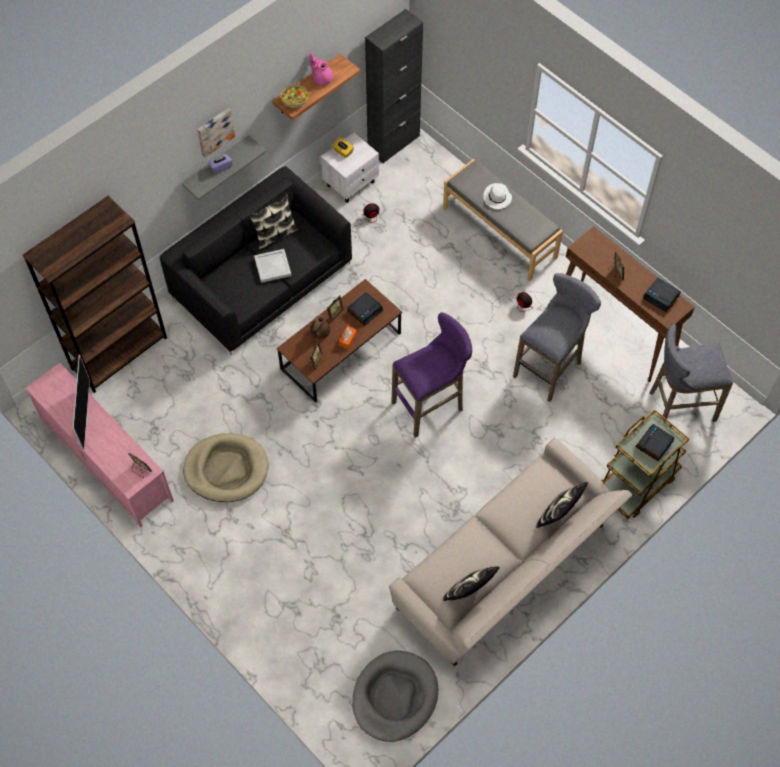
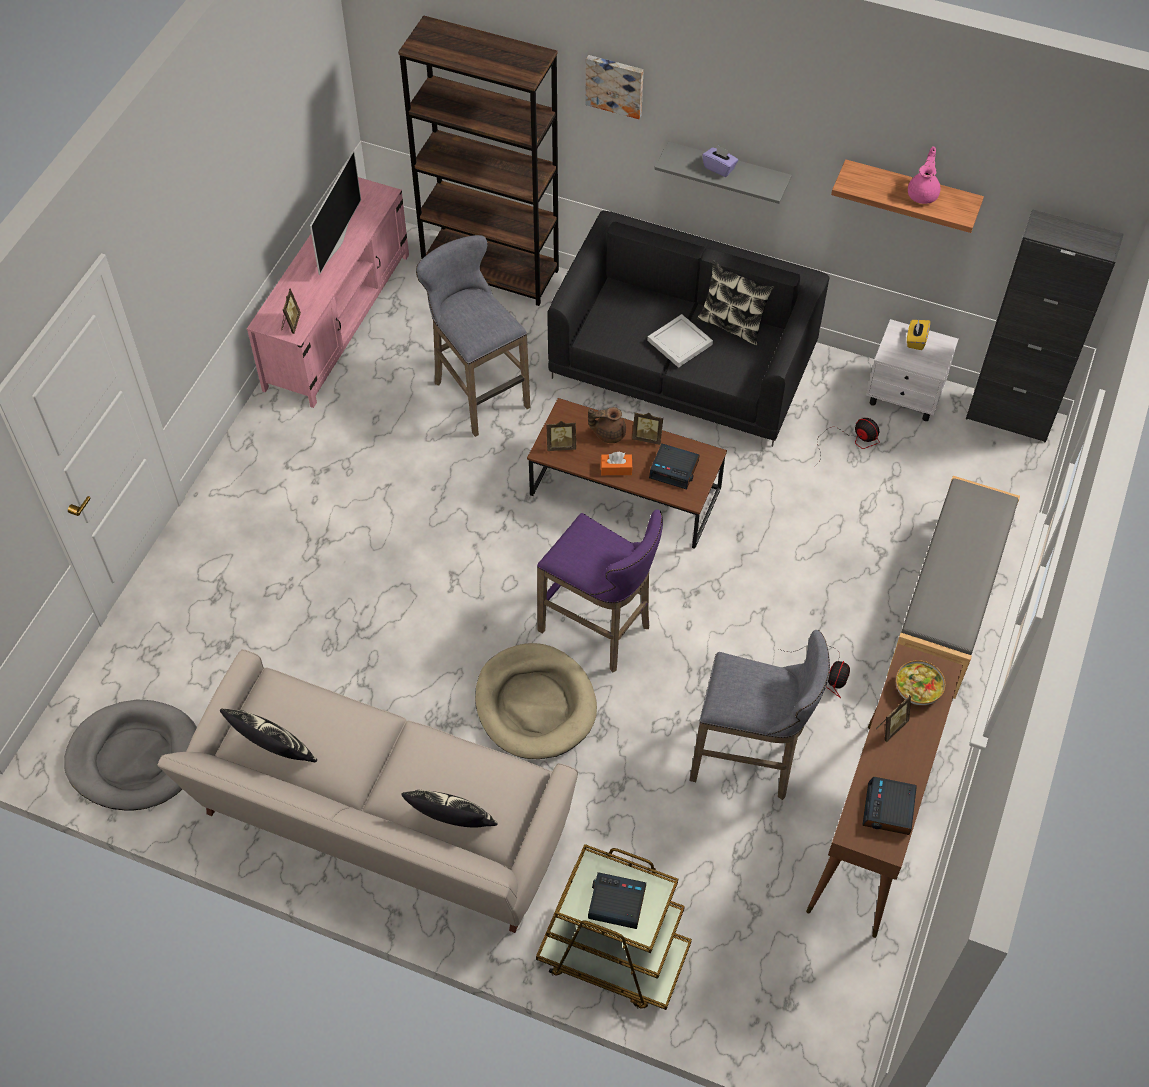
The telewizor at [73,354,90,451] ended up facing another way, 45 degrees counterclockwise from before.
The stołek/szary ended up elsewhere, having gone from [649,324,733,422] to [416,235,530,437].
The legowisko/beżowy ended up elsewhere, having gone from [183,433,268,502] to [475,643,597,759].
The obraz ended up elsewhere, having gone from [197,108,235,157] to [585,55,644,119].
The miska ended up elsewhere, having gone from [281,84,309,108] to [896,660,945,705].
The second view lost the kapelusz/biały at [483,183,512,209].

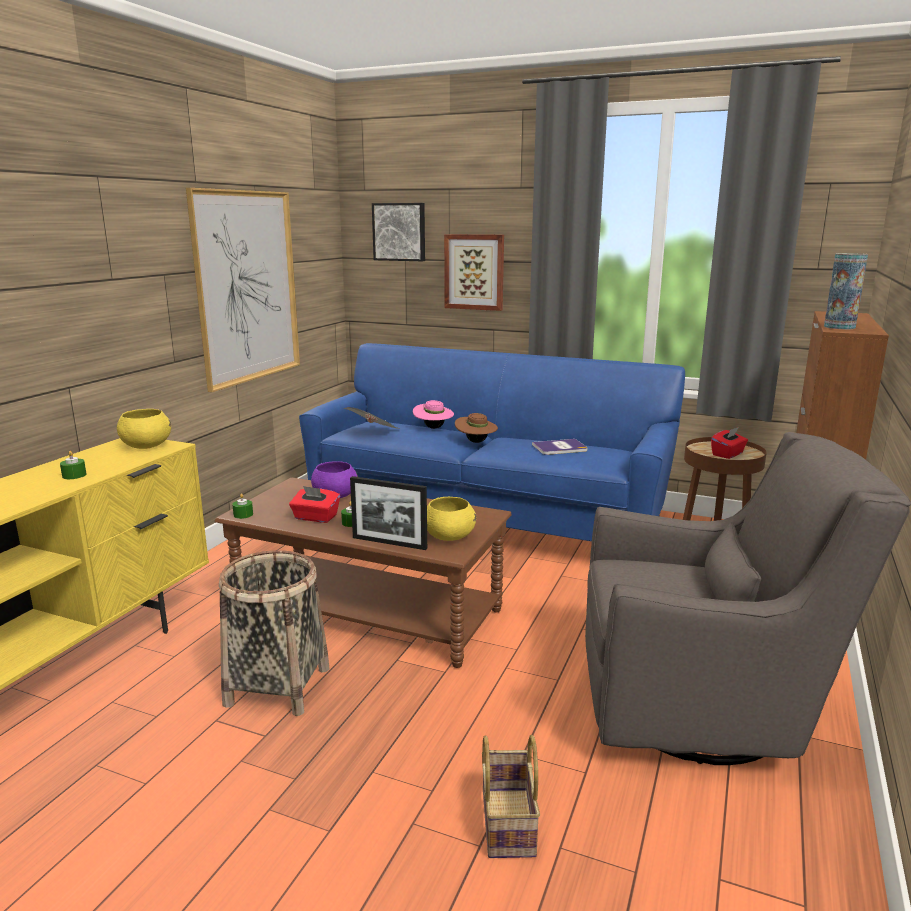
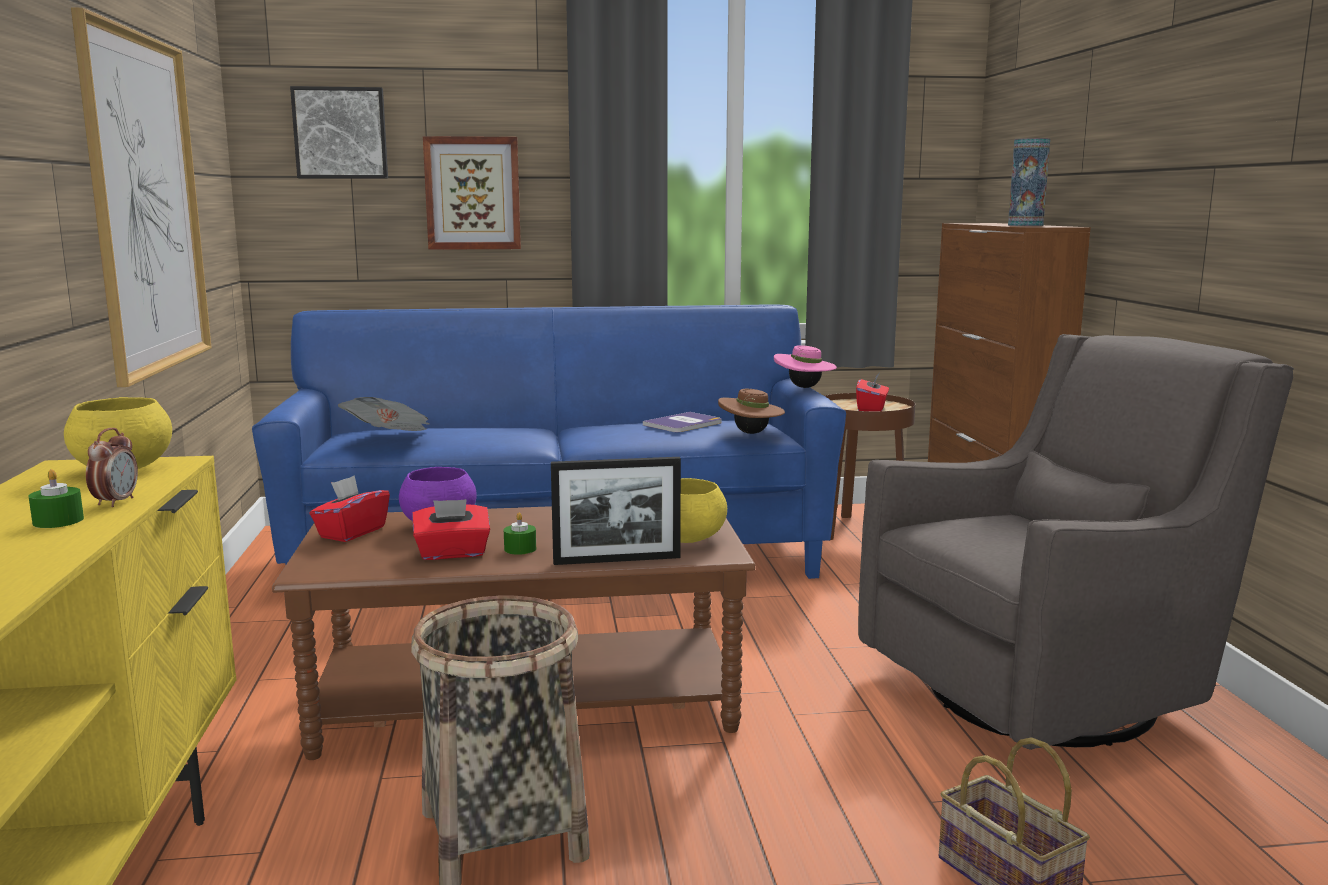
The second view gained the budzik at [86,428,138,507].
The second view gained the pudełko chusteczek/czerwony at [310,475,390,542].
The kapelusz/brązowy ended up elsewhere, having gone from [455,413,498,443] to [718,389,785,434].
The kapelusz/różowy ended up elsewhere, having gone from [413,400,454,429] to [774,345,837,388].
The second view lost the świeca/zielony at [232,494,253,519].

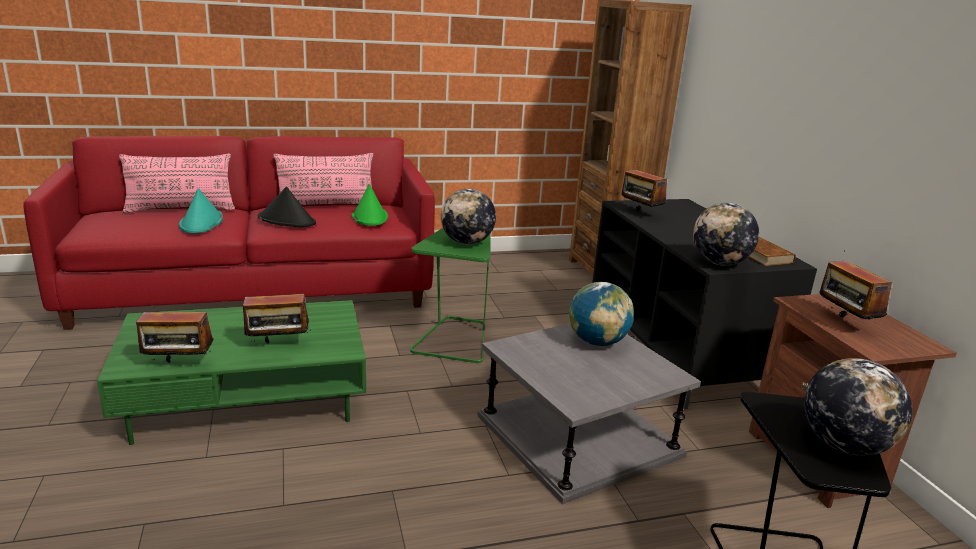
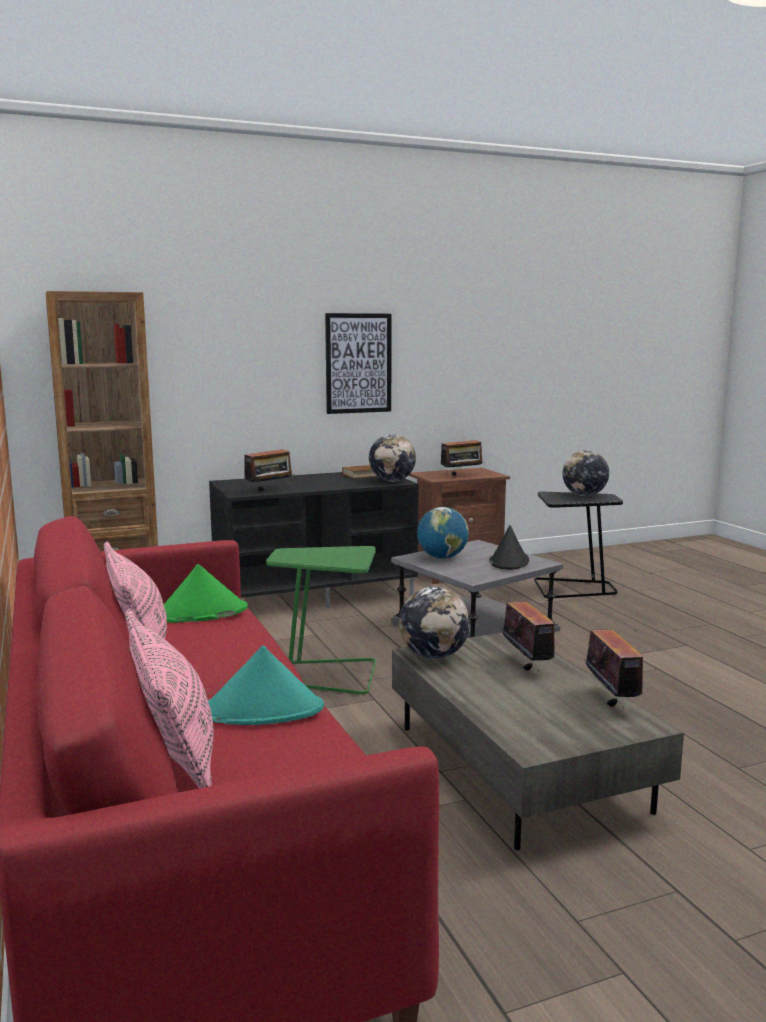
The second view gained the obraz at [325,313,392,414].
What was the ława/zielony at [97,300,366,445] turned into the ława/szary at [392,633,684,850].
The globus ended up elsewhere, having gone from [441,189,496,245] to [399,587,470,659].
The kapelusz/czarny ended up elsewhere, having gone from [258,187,316,227] to [489,525,529,570].

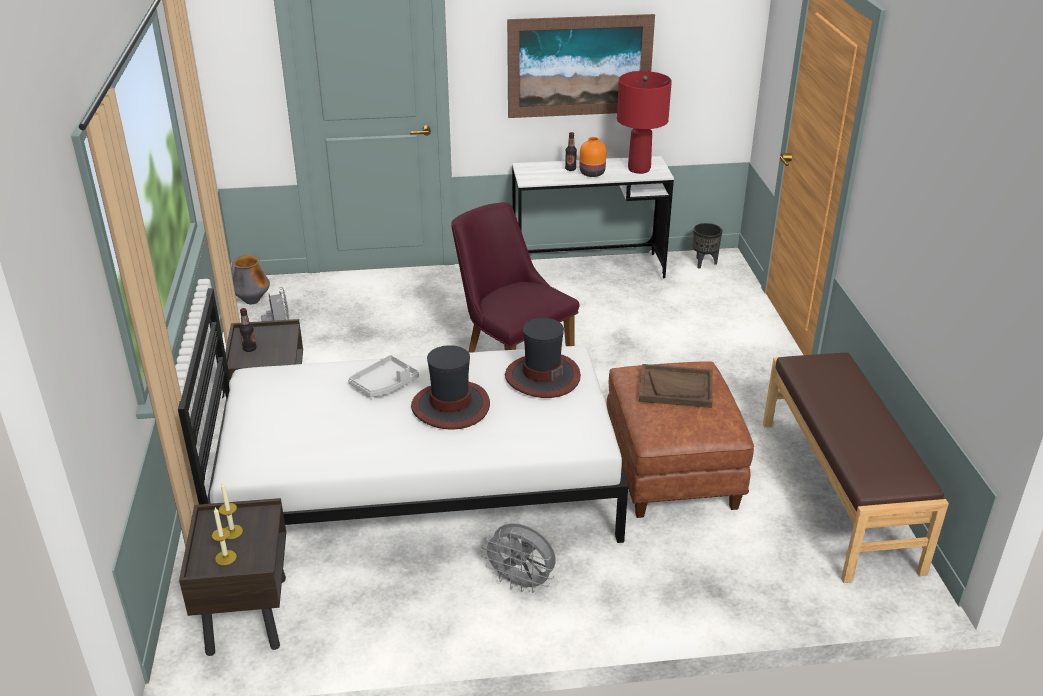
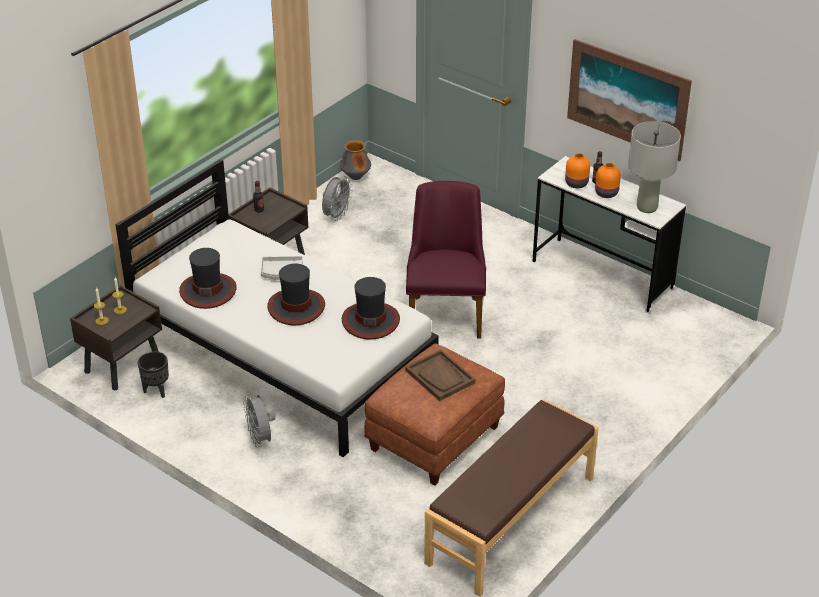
The donica/czarny ended up elsewhere, having gone from [693,223,722,269] to [137,351,169,398].
The second view gained the kapelusz at [179,248,237,309].
The second view gained the wazon/pomarańczowy at [565,153,590,188].
What was the lampa stołowa/czerwony at [617,71,672,174] turned into the lampa stołowa/szary at [628,121,681,213].

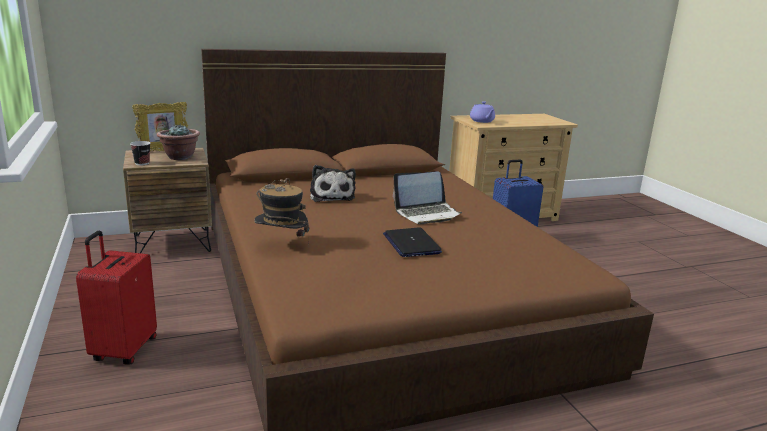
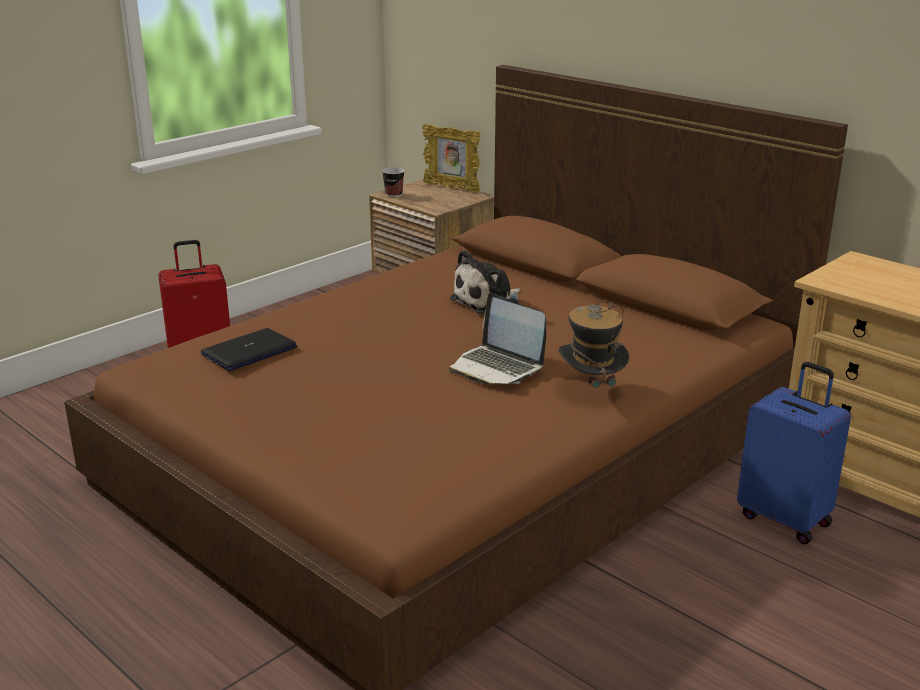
The laptop ended up elsewhere, having gone from [383,227,442,257] to [201,328,297,371].
The kapelusz ended up elsewhere, having gone from [254,178,309,245] to [559,302,629,406].
The second view lost the roślina doniczkowa at [156,123,200,160].
The second view lost the imbryk/fioletowy at [470,101,495,123].

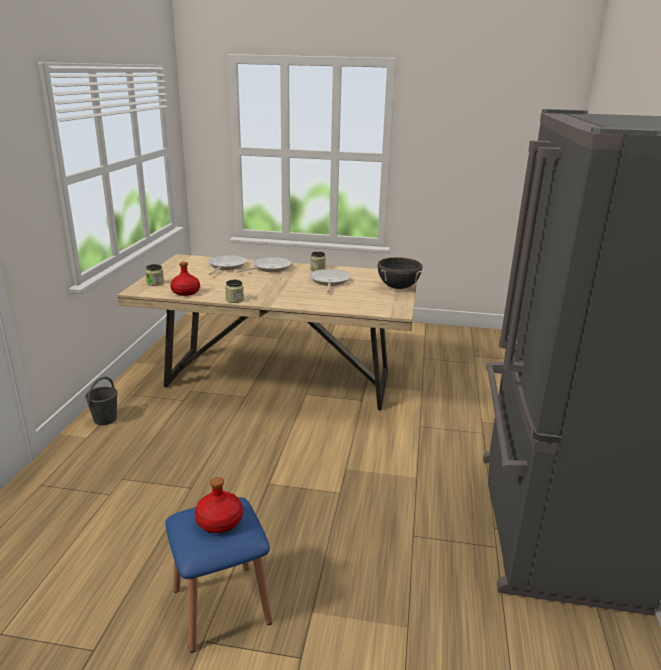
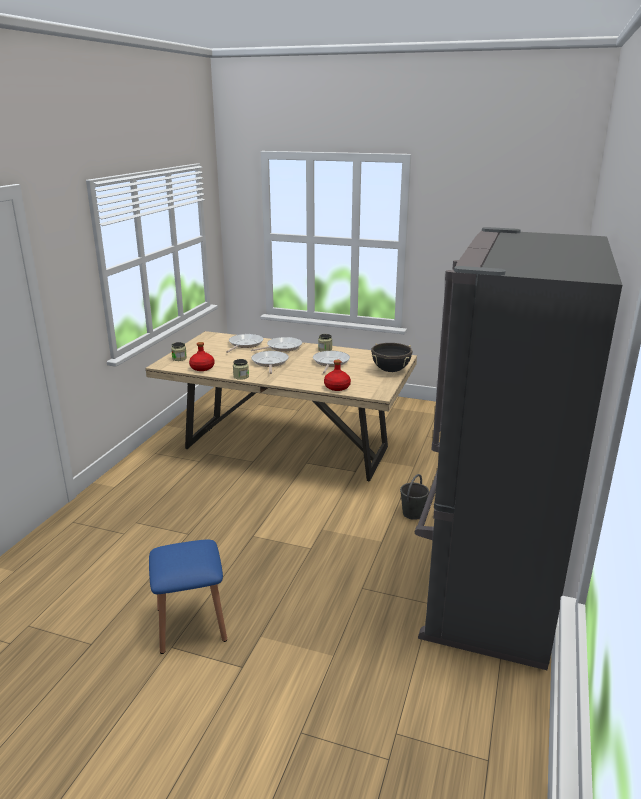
The second view gained the patelnia at [251,351,289,374].
The butelka/czerwony ended up elsewhere, having gone from [195,477,243,533] to [324,360,351,391].
The wiadro/szary ended up elsewhere, having gone from [85,377,118,425] to [400,474,429,520].

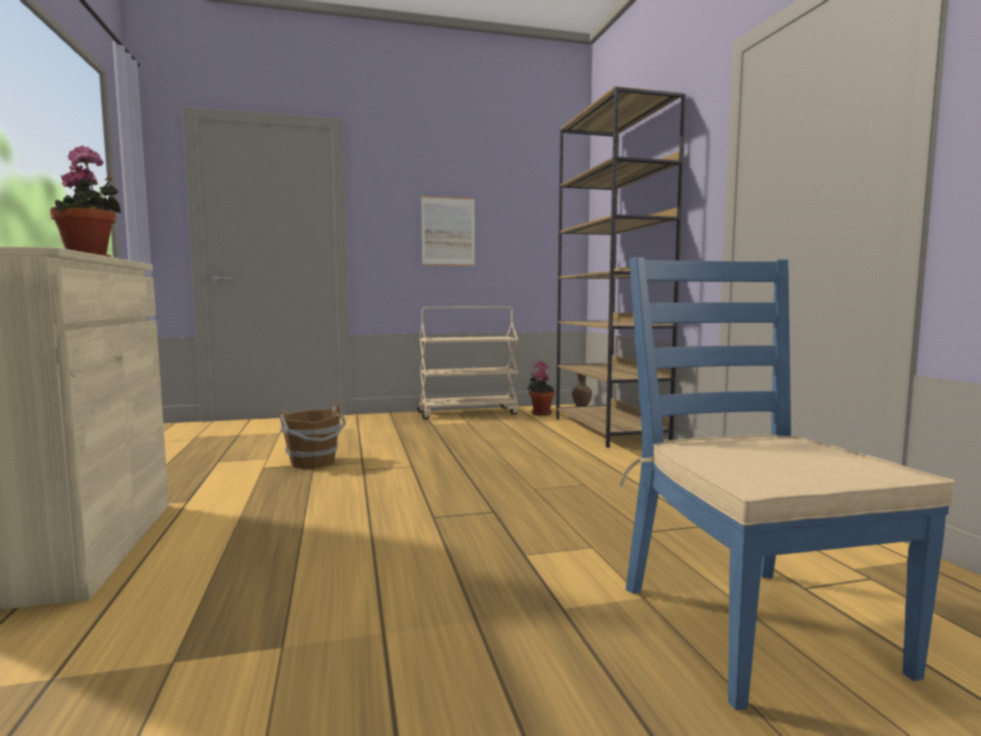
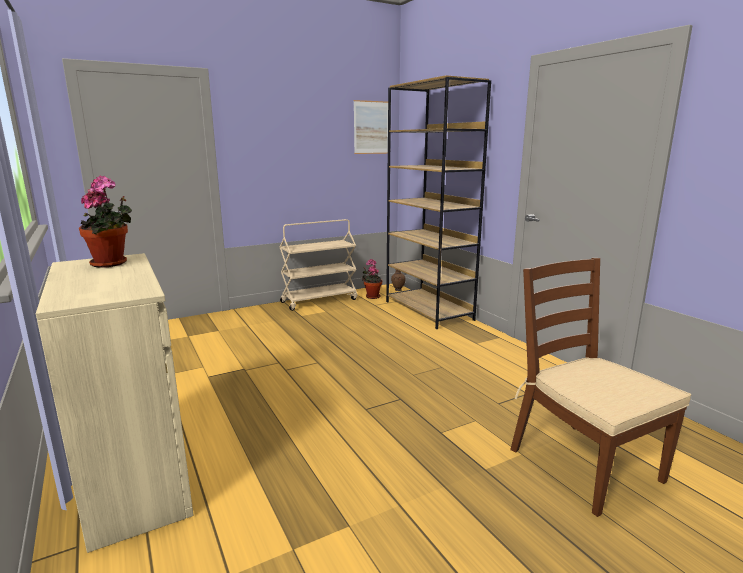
The obraz ended up elsewhere, having gone from [421,196,475,266] to [354,100,388,154].
What was the krzesło/niebieski at [619,257,955,710] turned into the krzesło/brązowy at [510,258,691,517].
The second view lost the wiadro/brązowy at [280,404,346,469].

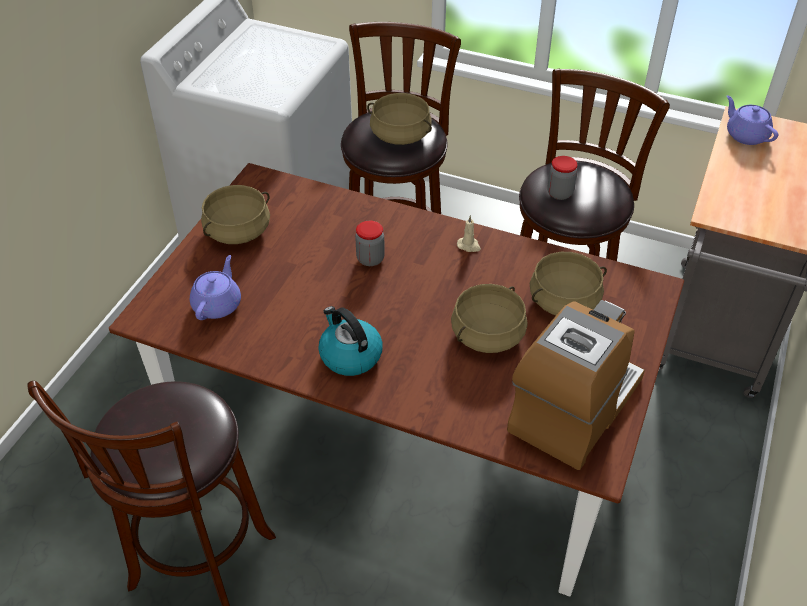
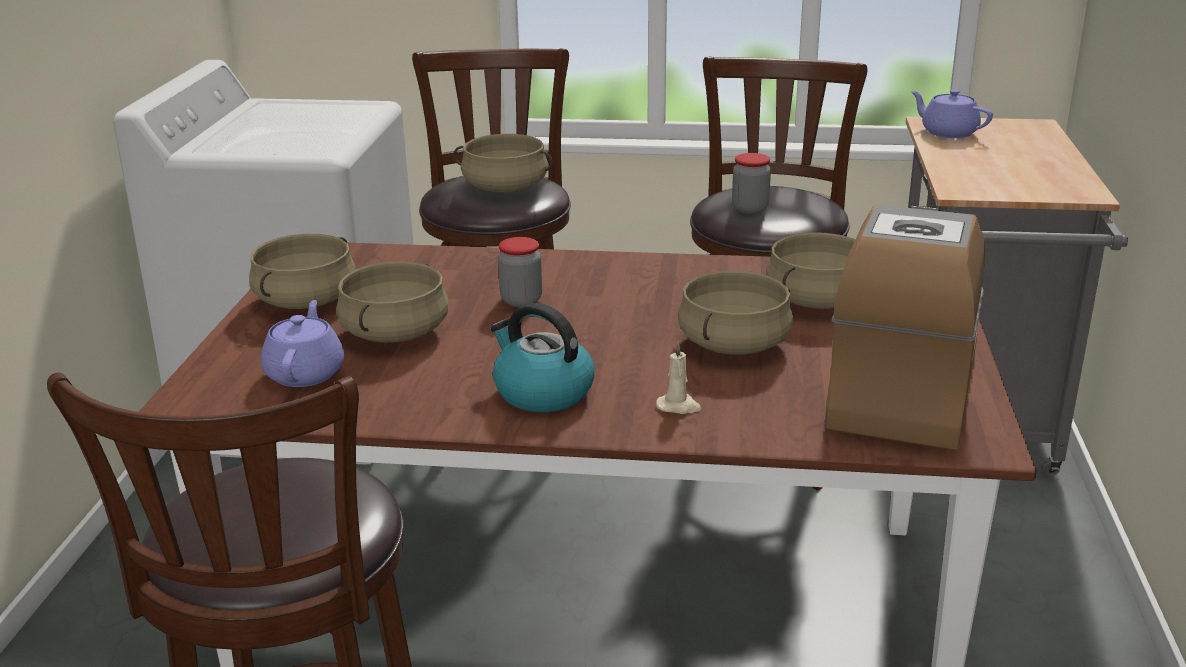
The second view gained the garnek/beżowy at [336,261,449,343].
The świeca/beżowy ended up elsewhere, having gone from [457,215,481,252] to [656,341,702,414].

